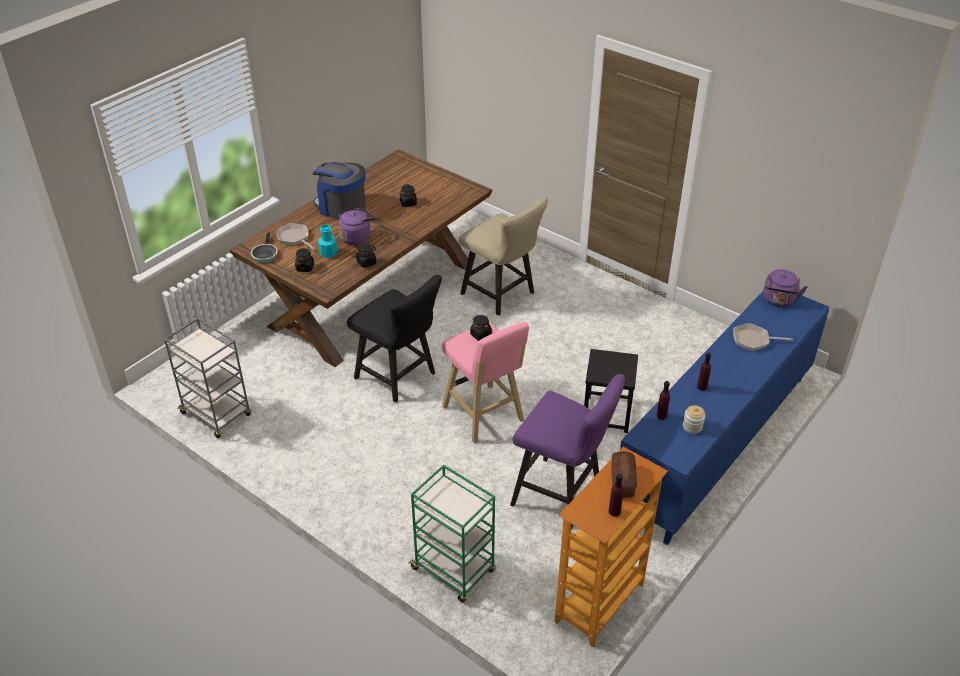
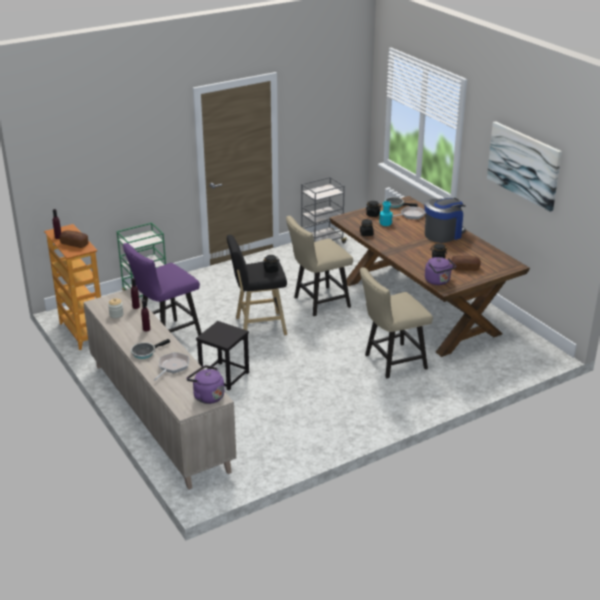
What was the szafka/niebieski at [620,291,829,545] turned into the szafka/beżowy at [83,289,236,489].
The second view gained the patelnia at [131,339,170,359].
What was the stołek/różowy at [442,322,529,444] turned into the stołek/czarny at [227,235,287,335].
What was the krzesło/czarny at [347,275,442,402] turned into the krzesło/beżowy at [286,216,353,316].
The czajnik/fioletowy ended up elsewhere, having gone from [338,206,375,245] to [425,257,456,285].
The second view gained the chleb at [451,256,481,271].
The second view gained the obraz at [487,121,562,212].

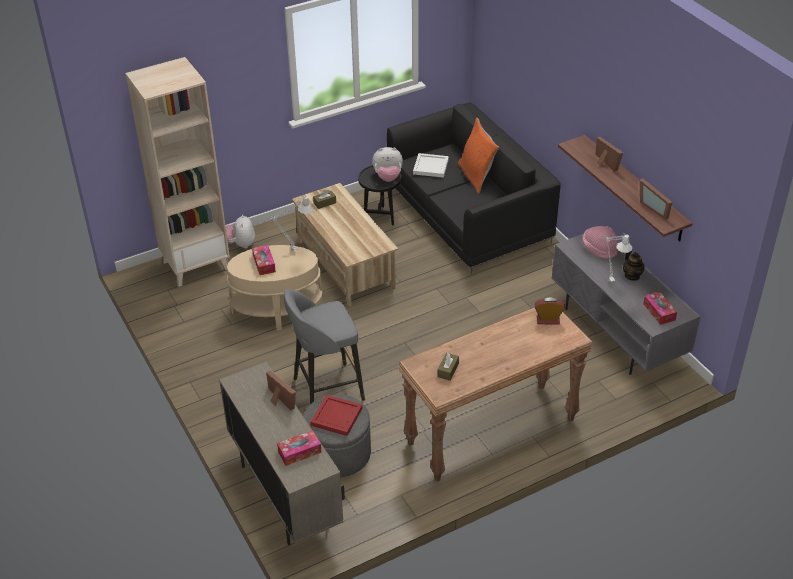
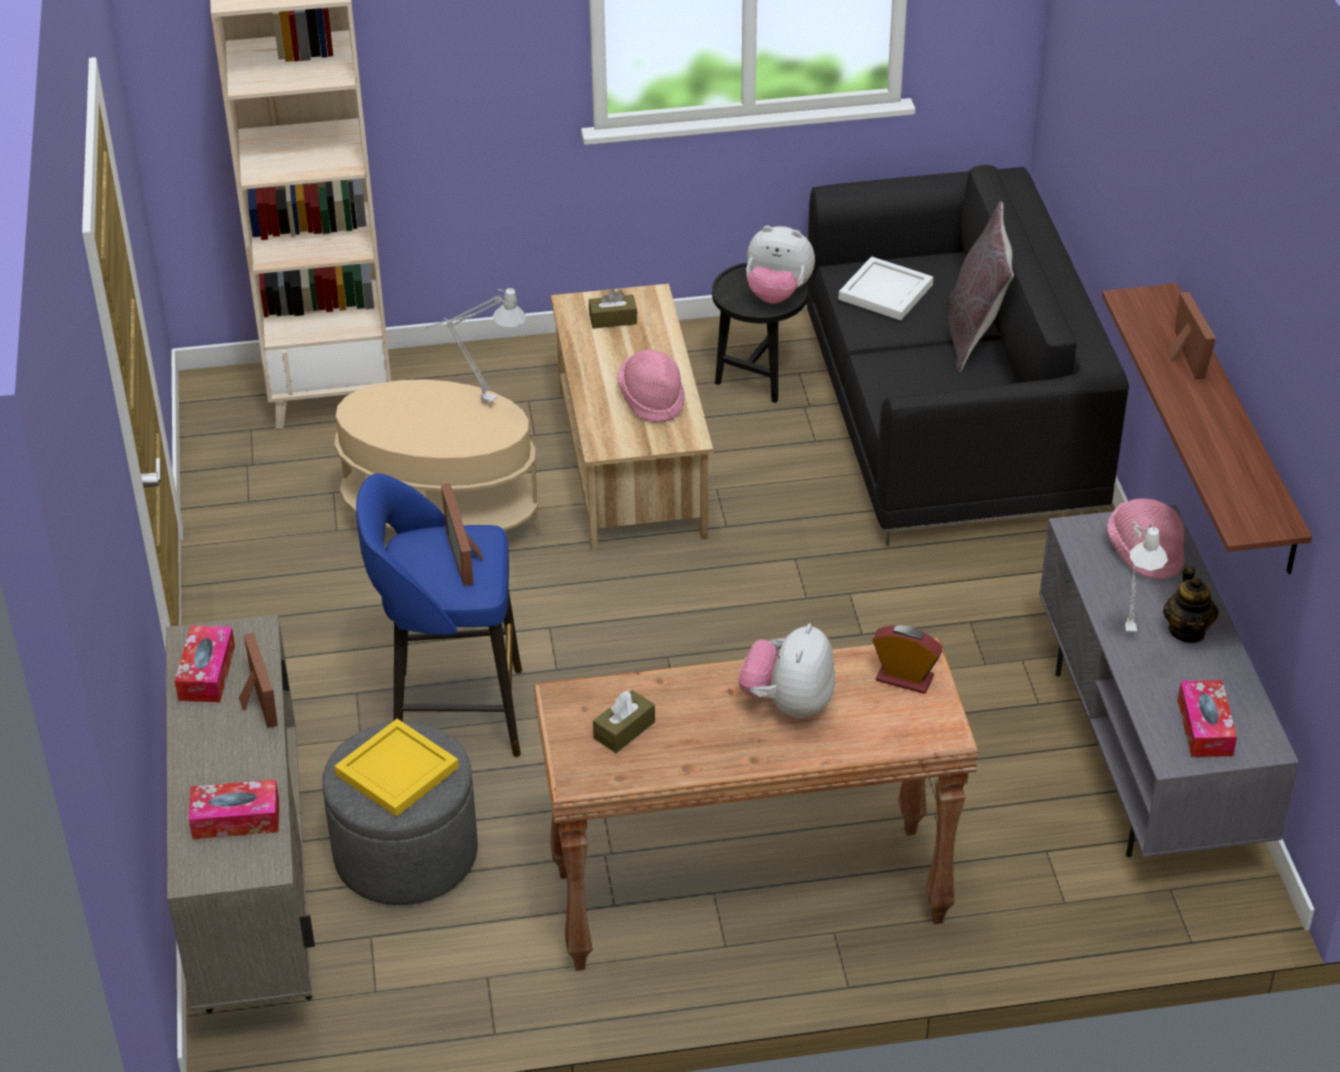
The pudełko chusteczek ended up elsewhere, having gone from [252,245,276,275] to [175,625,235,702].
What was the taca/czerwony at [310,395,362,436] turned into the taca/żółty at [334,719,459,817].
What was the stołek/szary at [284,289,365,404] turned into the stołek/niebieski at [356,473,522,757].
The ramka na zdjęcie ended up elsewhere, having gone from [640,178,672,220] to [441,483,483,586].
The second view gained the kapelusz/różowy at [617,350,685,423].
The pluszak ended up elsewhere, having gone from [226,215,255,248] to [739,623,835,719].
What was the poduszka/pomarańczowy at [458,118,499,194] turned into the poduszka/szary at [948,201,1014,372].

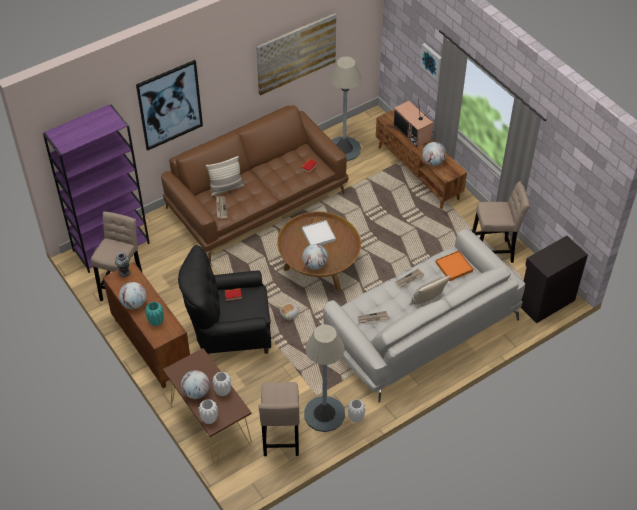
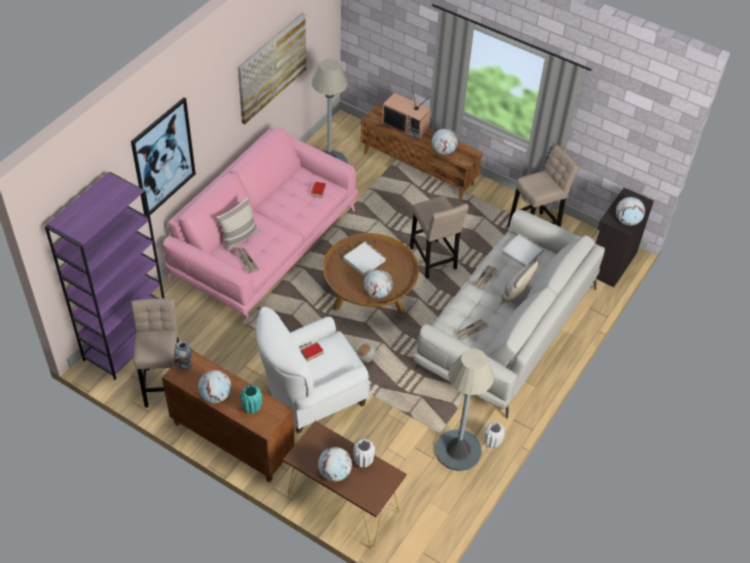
What was the kanapa/brązowy at [161,105,348,262] turned into the kanapa/różowy at [163,127,358,327].
What was the fotel/czarny at [178,245,271,355] turned into the fotel/biały at [256,307,370,433].
The stołek/beżowy ended up elsewhere, having gone from [258,382,299,456] to [410,196,469,278].
What was the taca/pomarańczowy at [435,251,473,281] turned into the taca/biały at [502,234,544,267].
The second view gained the globus at [616,197,645,225].
The second view lost the wazon/biały at [198,399,218,424].
The second view lost the obraz at [420,43,441,81].

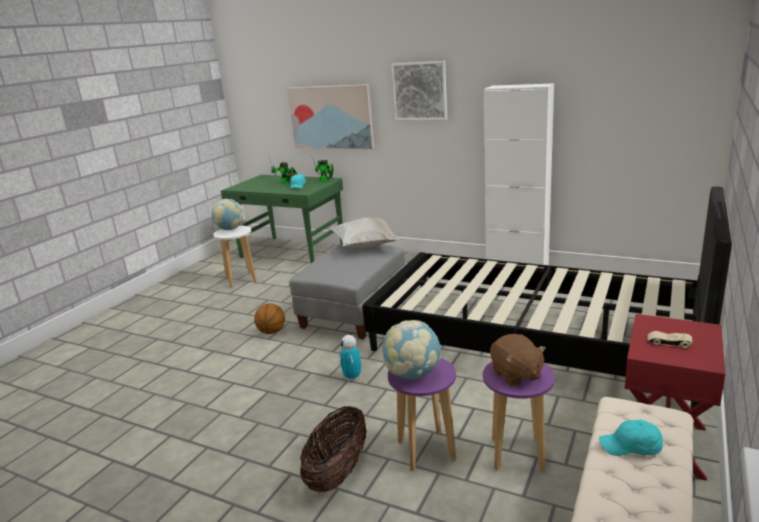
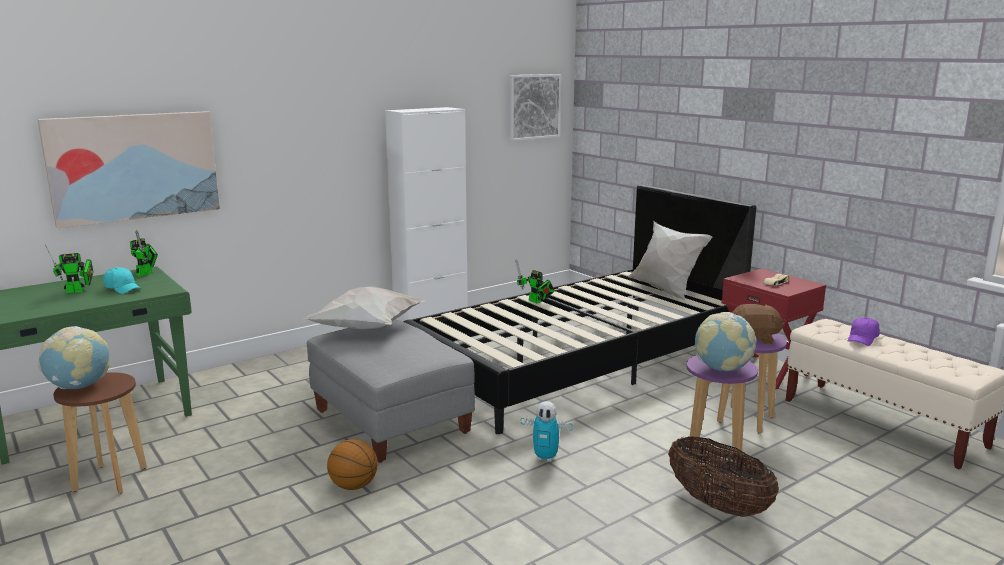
What was the stołek/biały at [213,226,257,287] turned into the stołek/brązowy at [53,372,147,494].
The obraz ended up elsewhere, having gone from [391,61,447,121] to [509,74,561,141].
The second view gained the robot zabawkowy at [516,259,555,303].
The second view gained the poduszka/biały at [628,221,713,300].
What was the czapka z daszkiem/turkusowy at [599,420,663,456] turned into the czapka z daszkiem/fioletowy at [848,317,880,346].

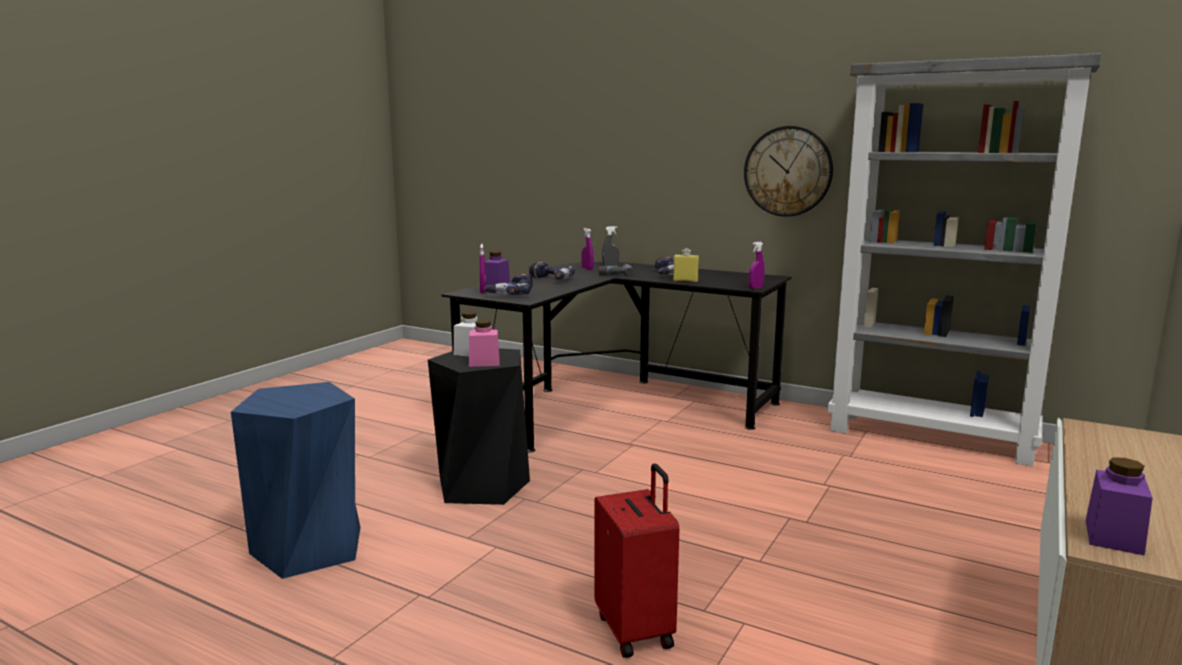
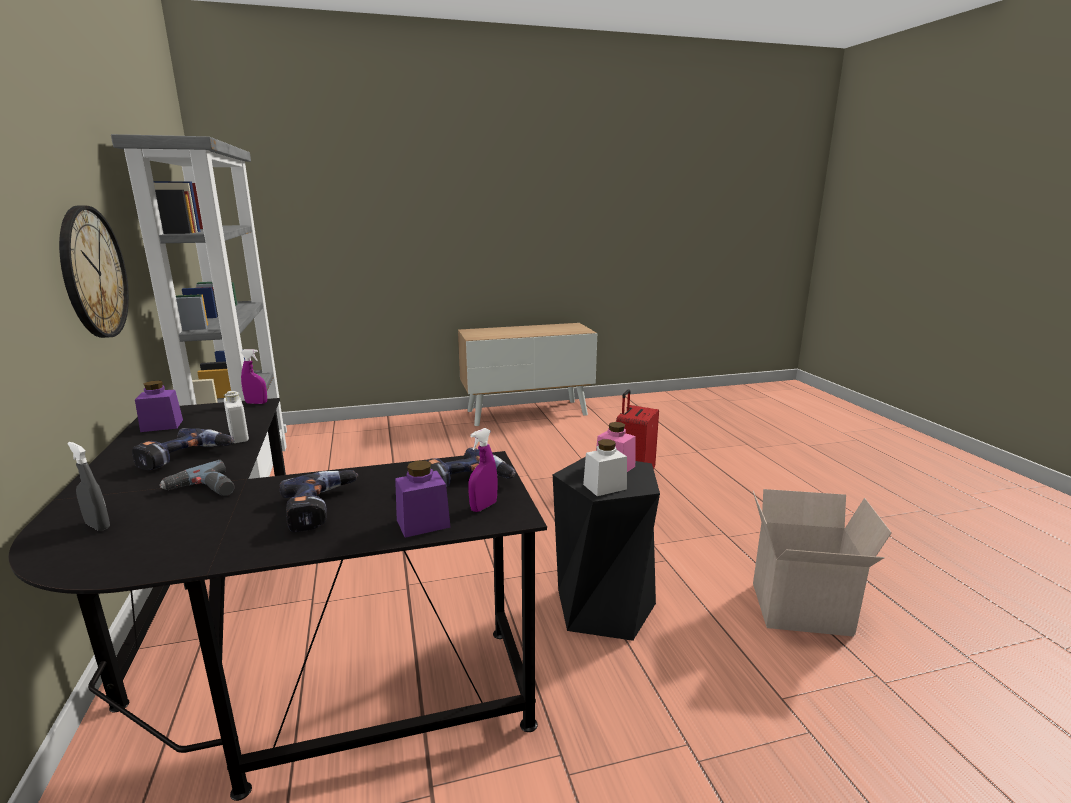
The słoik/fioletowy ended up elsewhere, having gone from [1085,457,1153,556] to [135,380,183,432].
What was the butelka/żółty at [673,249,699,282] turned into the butelka/biały at [224,391,249,443].
Where the stołek/niebieski stood at [231,382,361,579], the karton came to stand at [753,489,892,637].
The second view lost the spryskiwacz/fioletowy at [582,228,594,270].

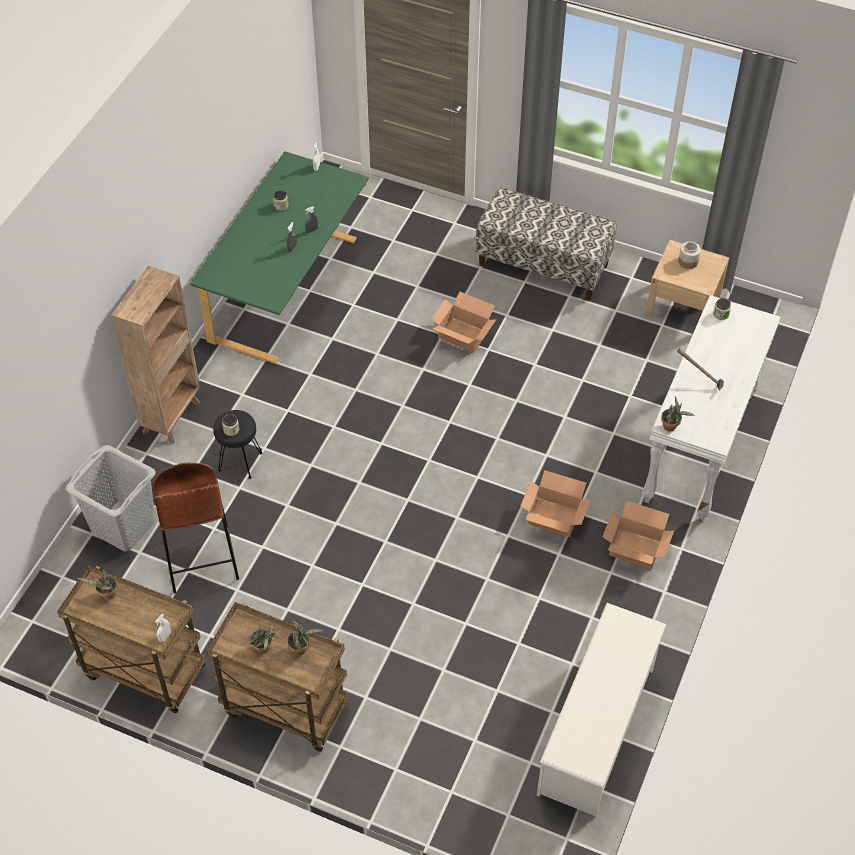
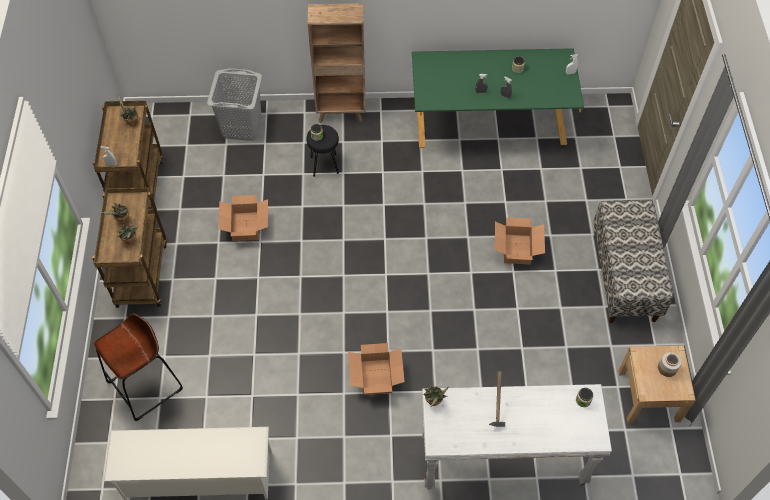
The stołek/brązowy ended up elsewhere, having gone from [153,463,239,594] to [94,314,183,421].
The karton ended up elsewhere, having gone from [603,501,674,569] to [218,195,268,241].

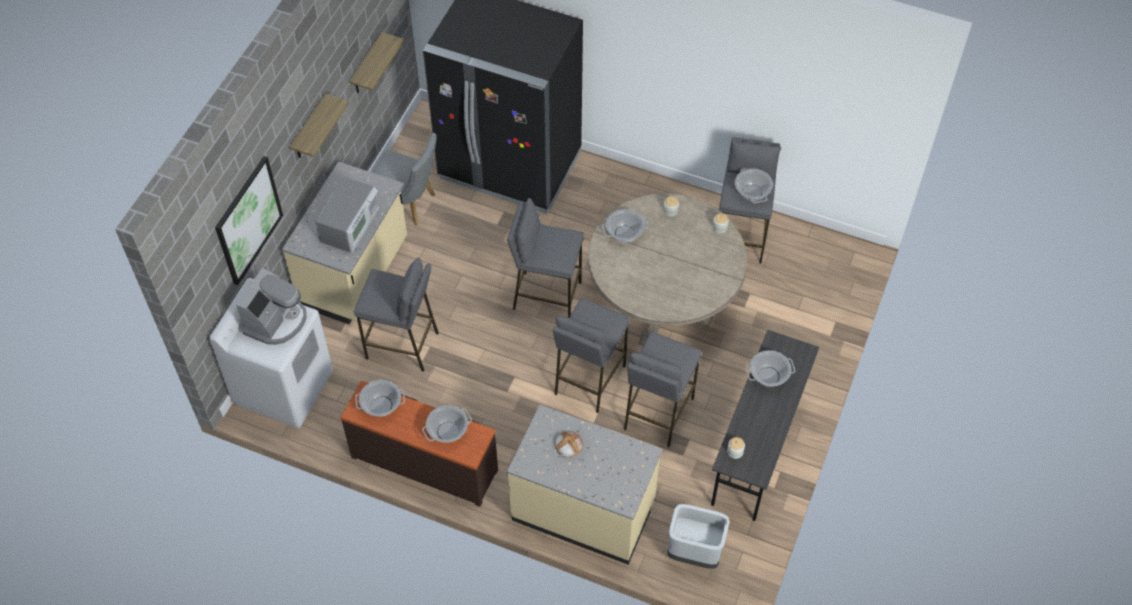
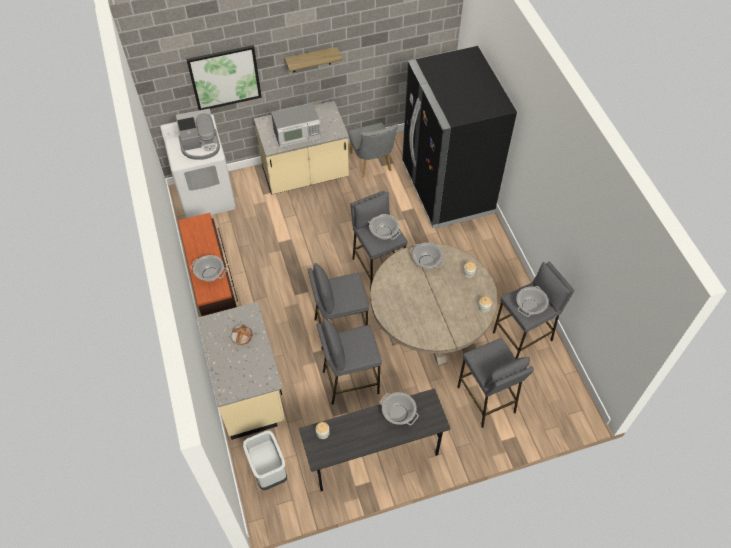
The garnek ended up elsewhere, having gone from [355,380,405,417] to [368,214,401,240].
The stołek/szary ended up elsewhere, having gone from [354,258,439,372] to [457,338,534,428].
The second view lost the półka at [349,32,404,93].

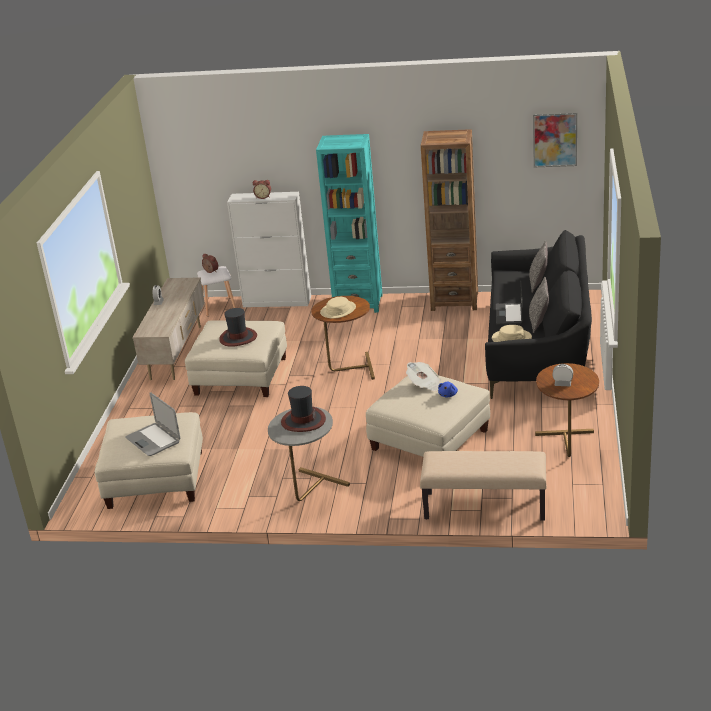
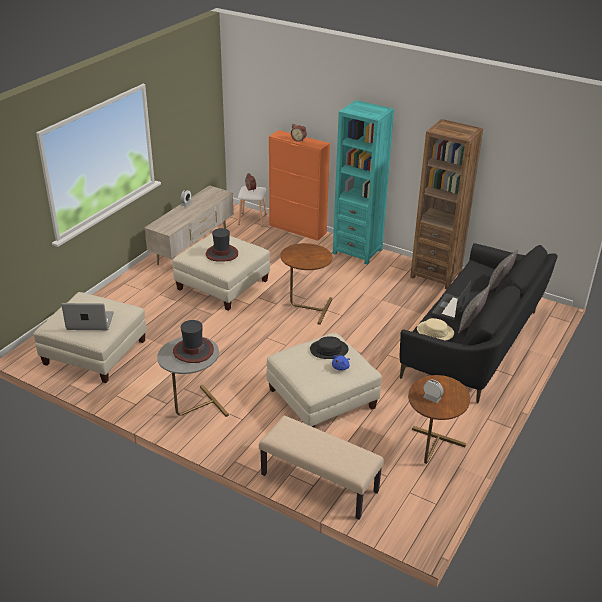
The laptop at [125,392,181,456] ended up facing another way, 105 degrees clockwise from before.
What was the szafka/biały at [227,192,311,307] turned into the szafka/pomarańczowy at [269,130,330,241].
Where the gazeta stood at [406,362,441,392], the kapelusz/czarny came to stand at [310,336,349,359].
The second view lost the kapelusz/beżowy at [320,297,356,319].
The second view lost the obraz at [533,112,577,167].

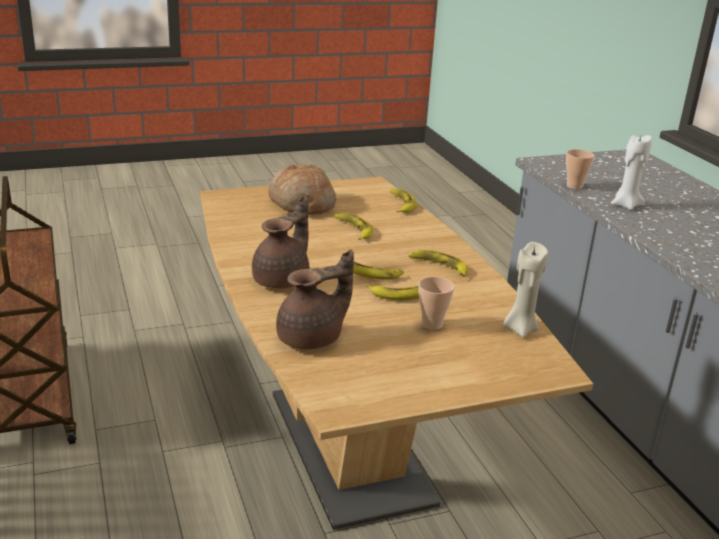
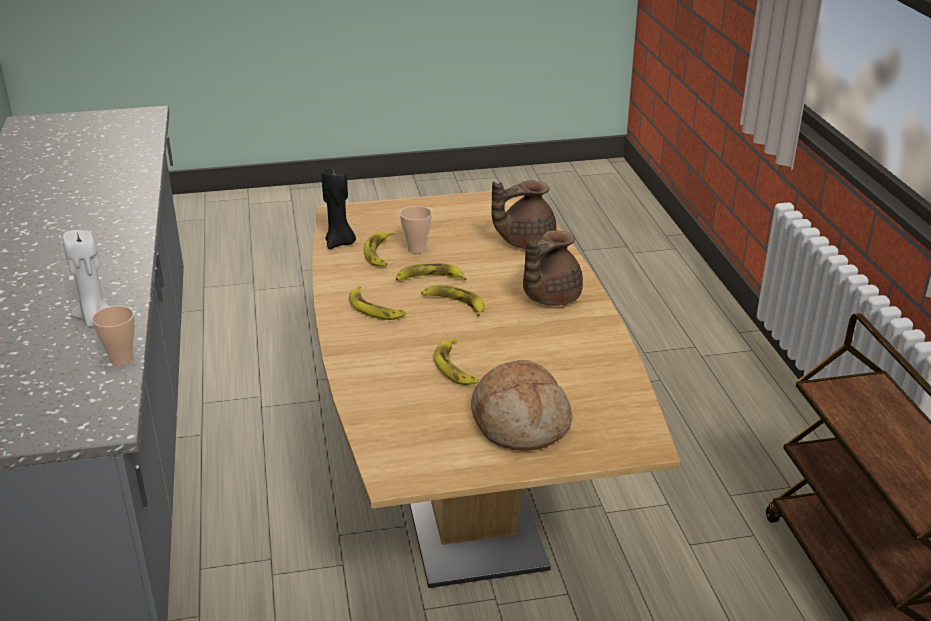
What was the świeca/beżowy at [503,242,548,337] turned into the świeca/czarny at [321,169,356,249].
The banan ended up elsewhere, having gone from [390,189,417,213] to [364,232,394,266].

